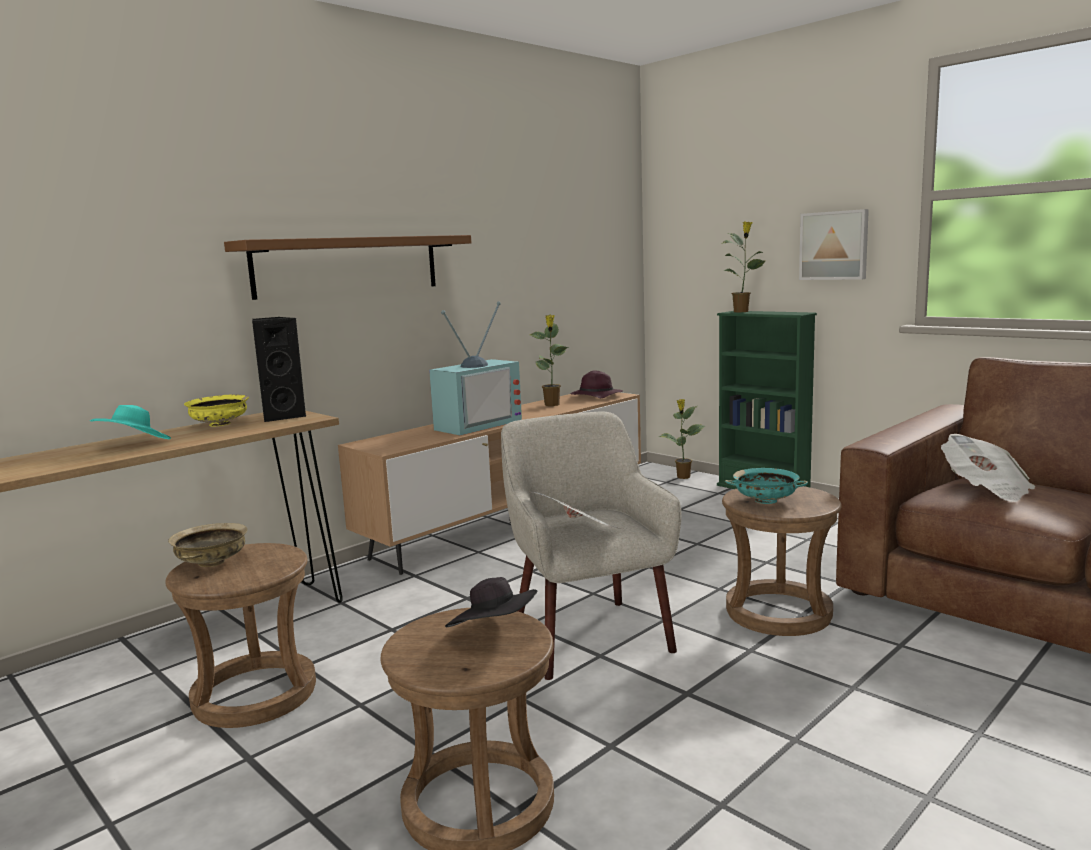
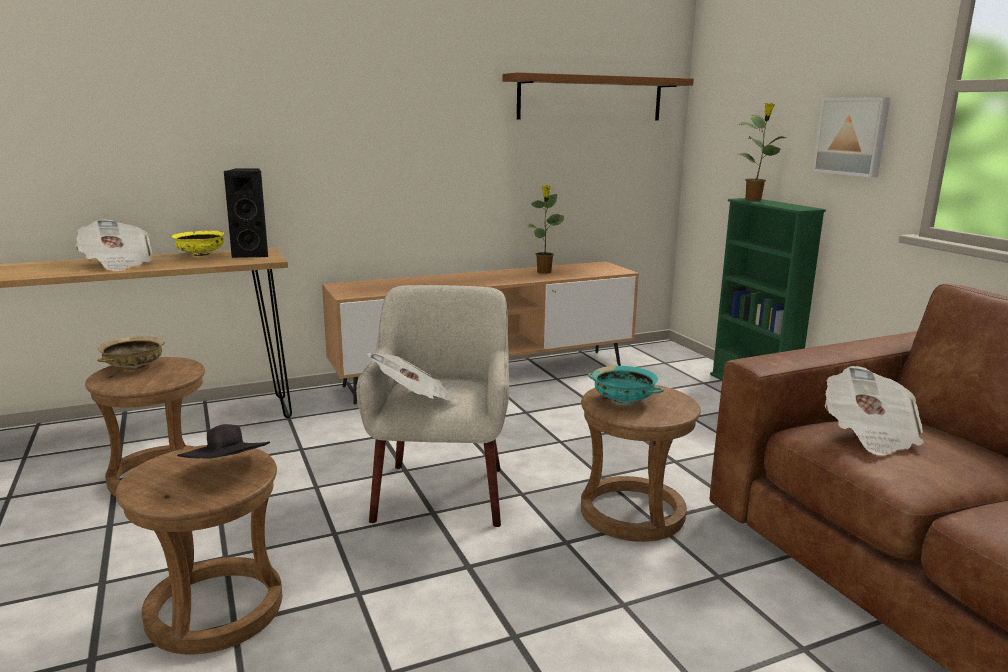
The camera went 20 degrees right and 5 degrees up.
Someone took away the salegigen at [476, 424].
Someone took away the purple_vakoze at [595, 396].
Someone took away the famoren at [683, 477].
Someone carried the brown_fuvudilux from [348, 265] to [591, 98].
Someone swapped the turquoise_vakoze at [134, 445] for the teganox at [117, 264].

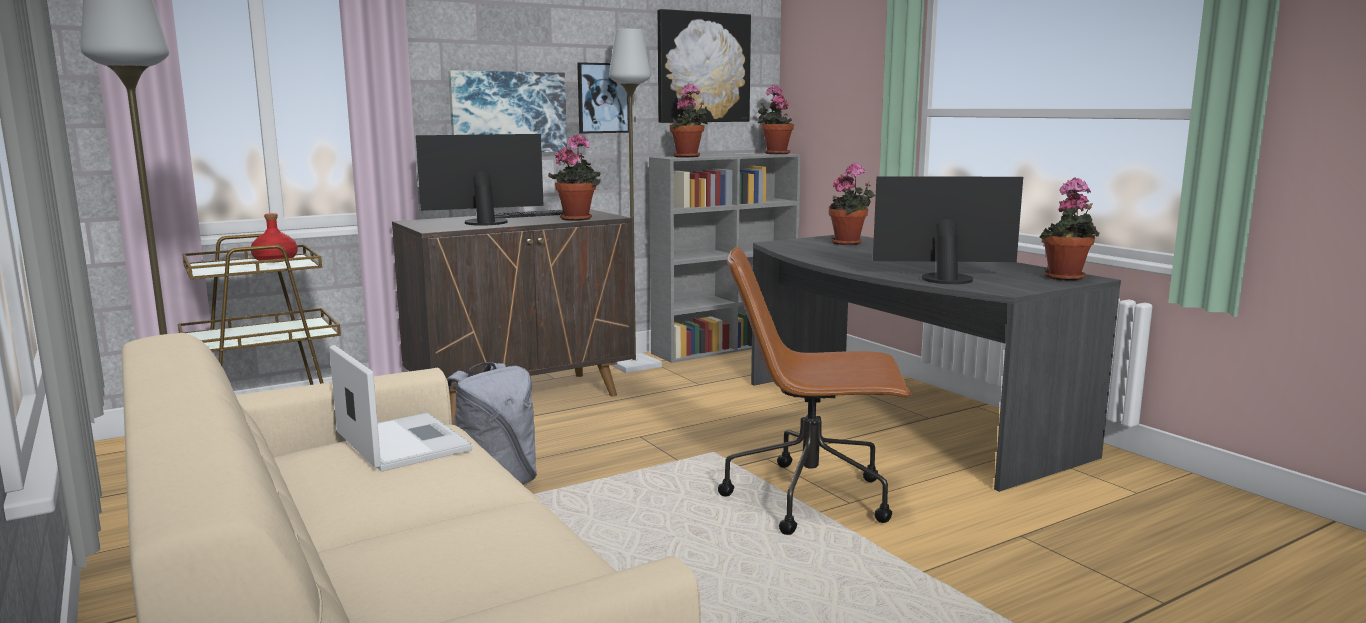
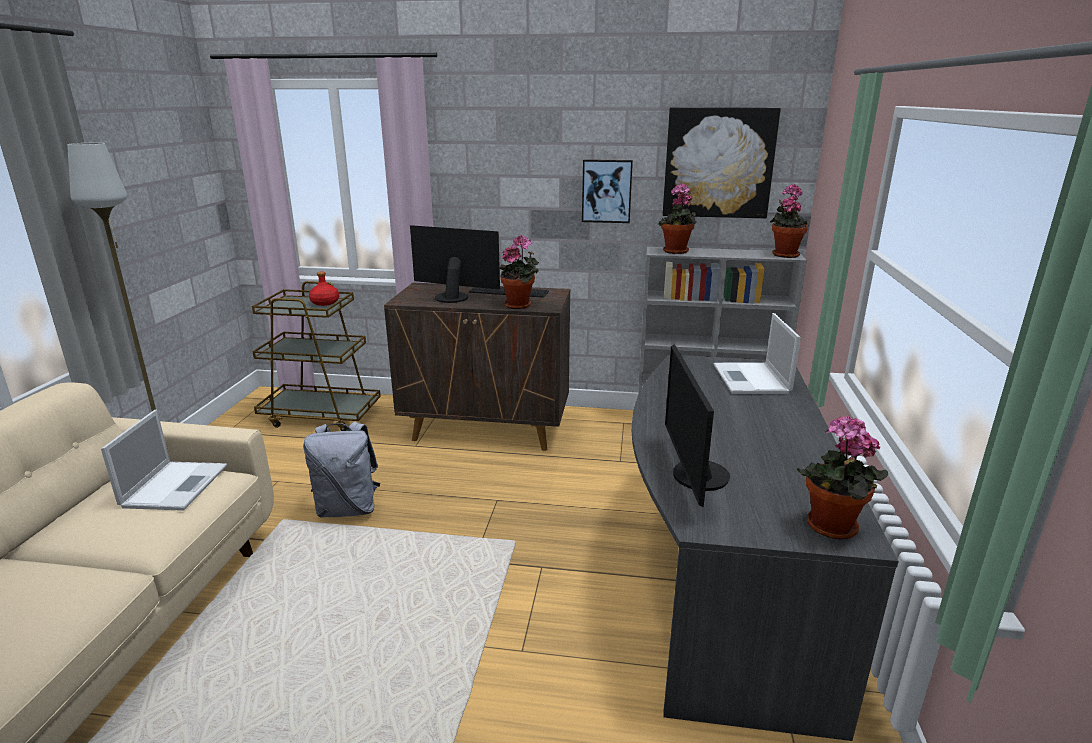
The camera went 40 degrees right and 10 degrees up.
Someone took away the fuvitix at [508, 112].
Someone took away the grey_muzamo at [634, 365].
Someone took away the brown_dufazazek at [812, 497].
Someone swapped the famoren at [849, 243] for the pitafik at [751, 379].
Someone rotated the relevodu at [945, 278] by 135 degrees counterclockwise.

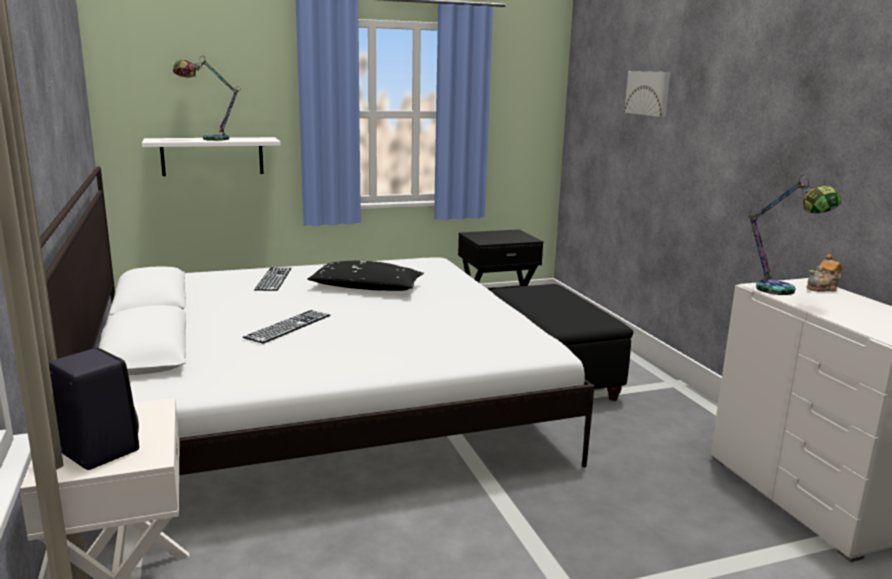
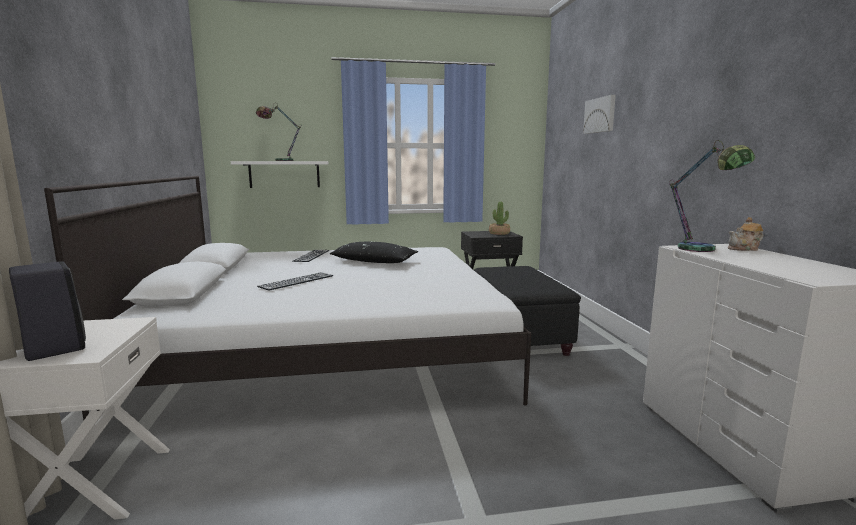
The camera went 10 degrees right and 5 degrees down.
Someone put down the famoren at [499, 233].

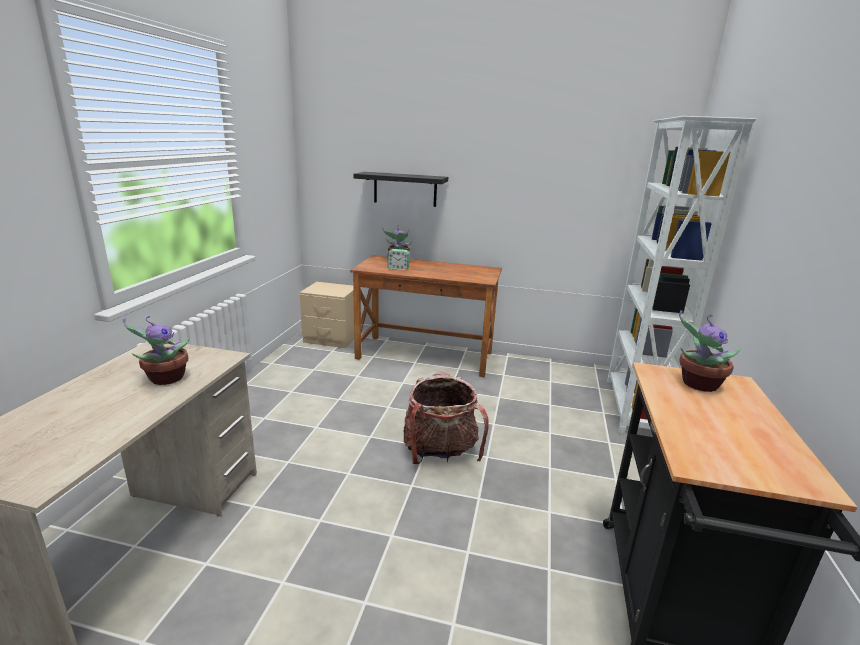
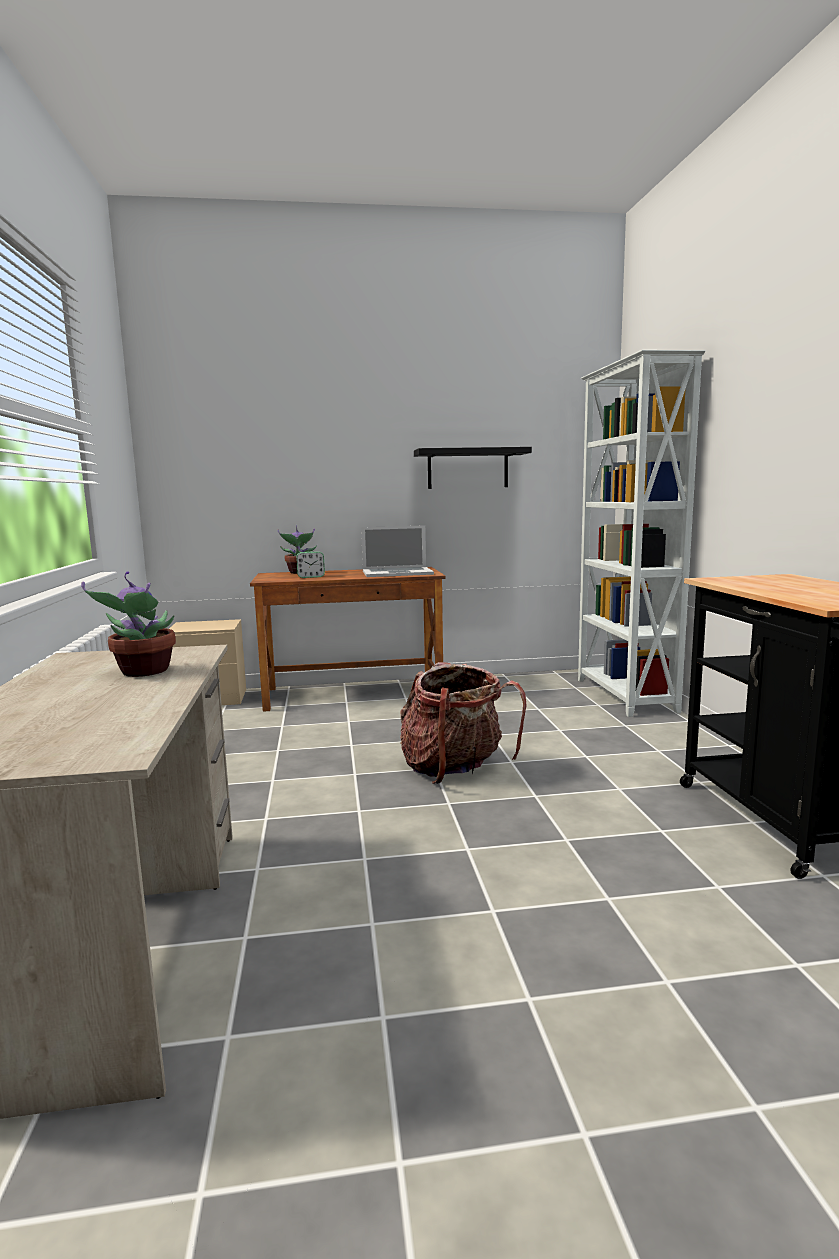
The camera went 20 degrees left and 10 degrees down.
Someone took away the famoren at [697, 384].
Someone put down the pitafik at [397, 573].
Someone carried the black_fuvudilux from [405, 189] to [467, 469].

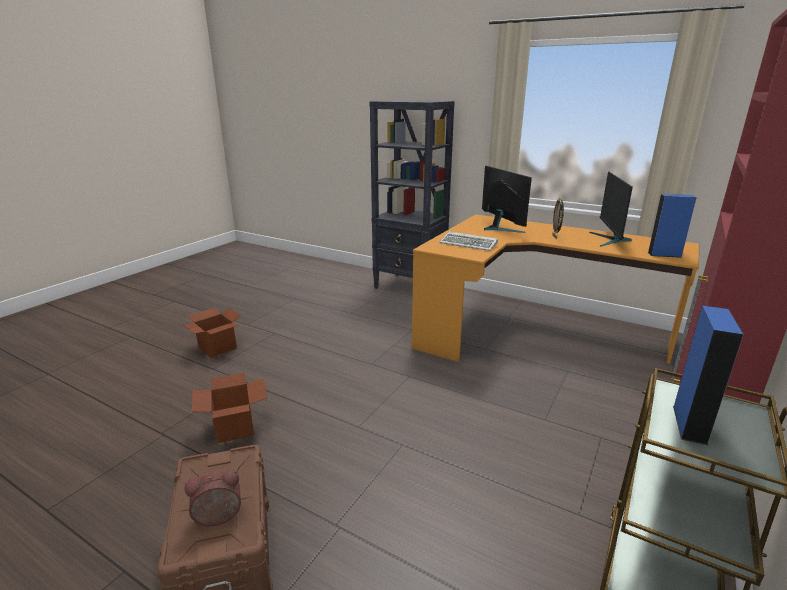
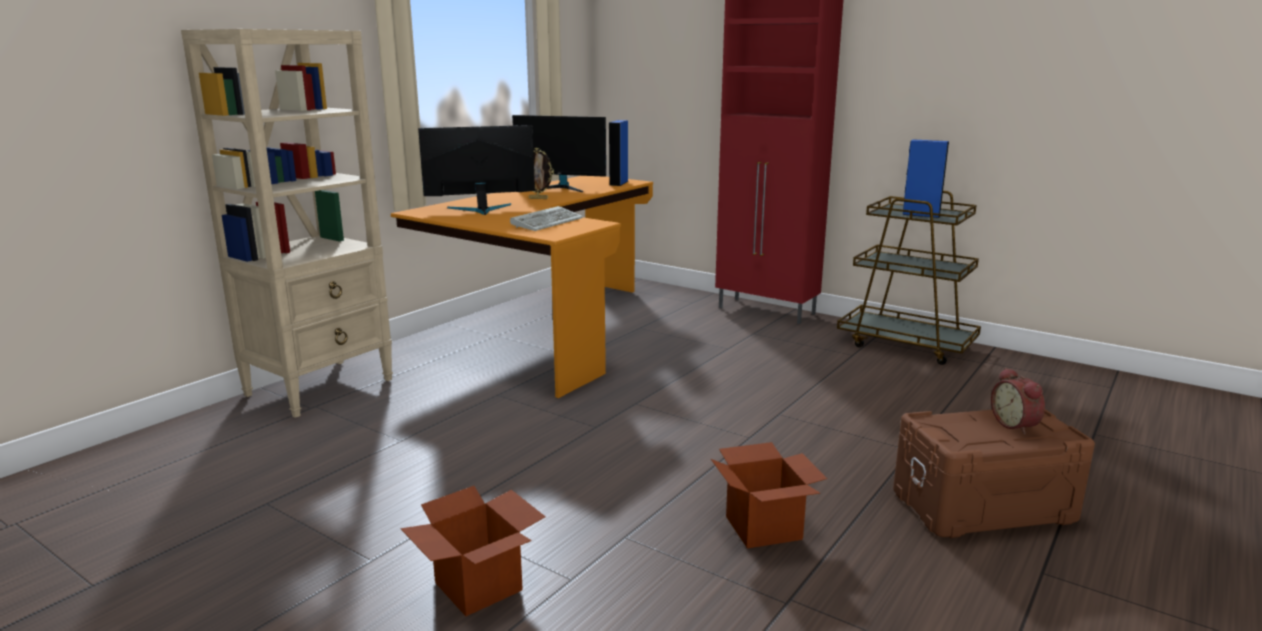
The camera went 85 degrees left and 5 degrees down.
Someone repainted the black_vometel at [410, 286], which became the beige_vometel at [321, 387].

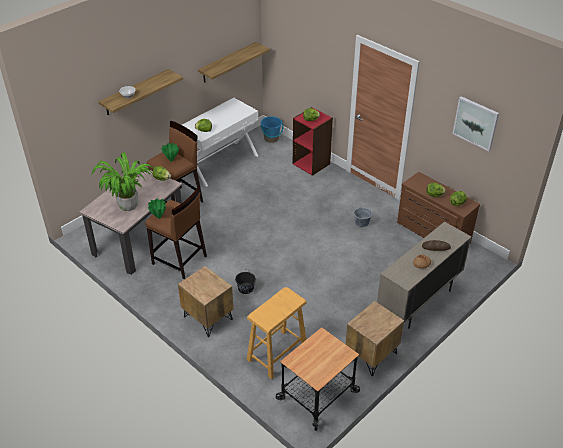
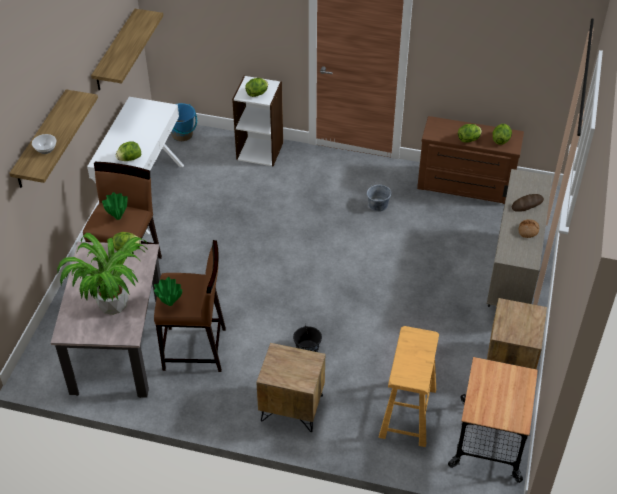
The camera went 30 degrees left and 5 degrees up.
Someone took away the fuvitix at [476, 123].
Someone repainted the red_vometel at [311, 163], which became the white_vometel at [260, 151].

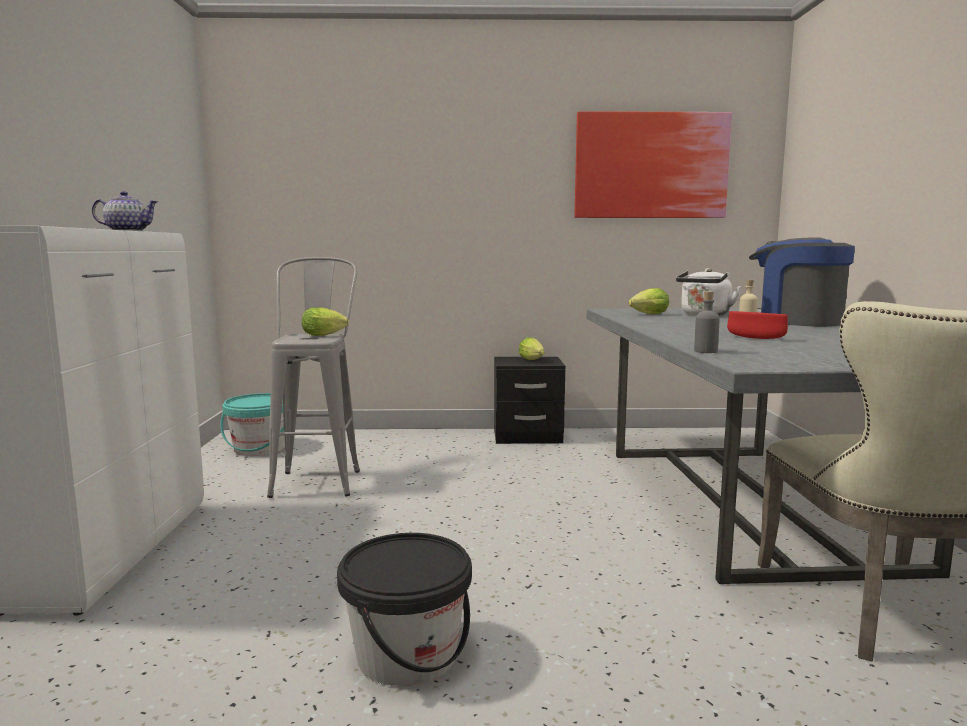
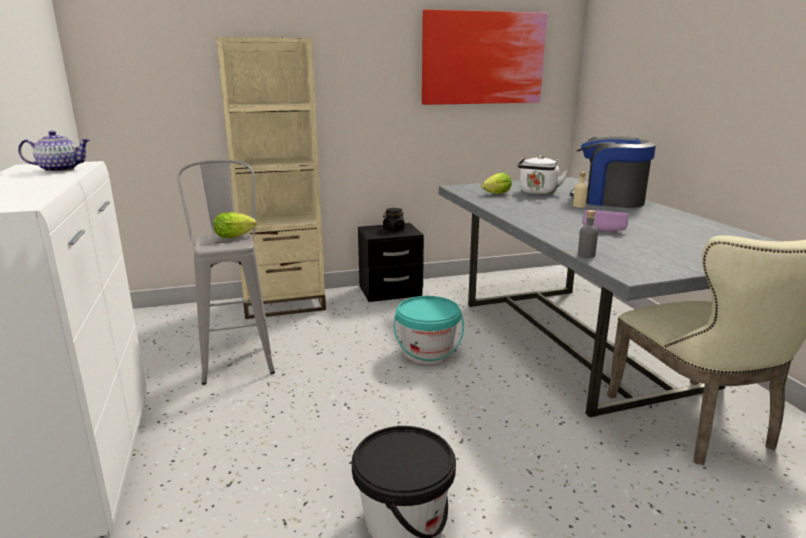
The camera went 15 degrees left and 10 degrees up.
Someone put down the beige_vometel at [284, 304].
Someone carried the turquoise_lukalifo from [260, 448] to [427, 353].
Someone swapped the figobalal at [533, 360] for the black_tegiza at [393, 229].
Someone repainted the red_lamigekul at [755, 338], which became the purple_lamigekul at [603, 230].

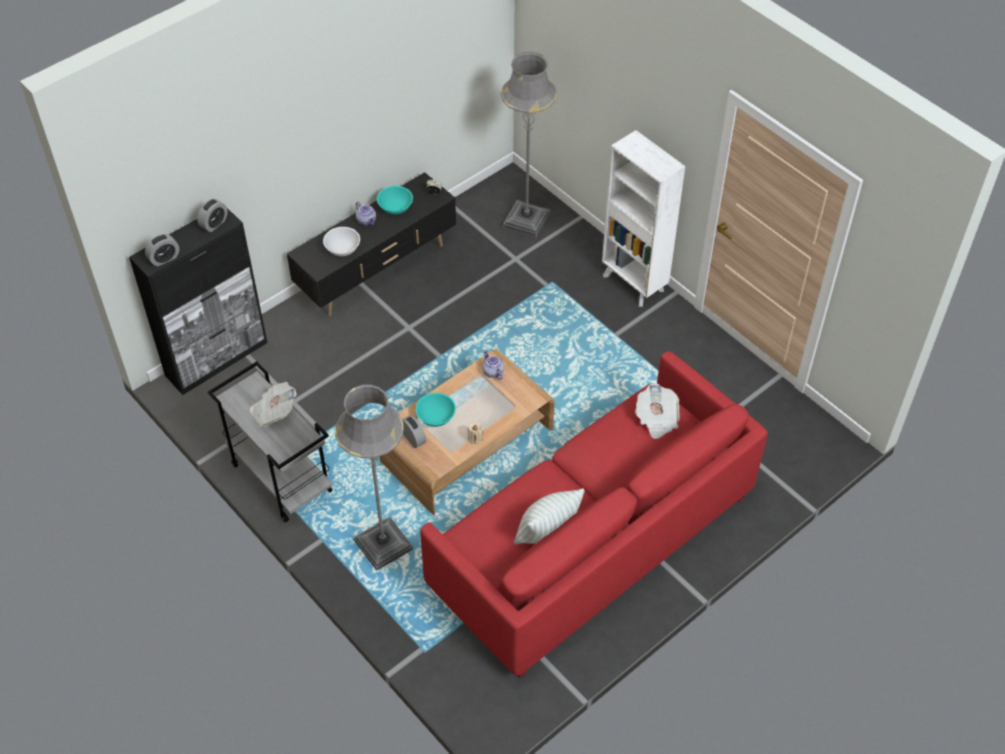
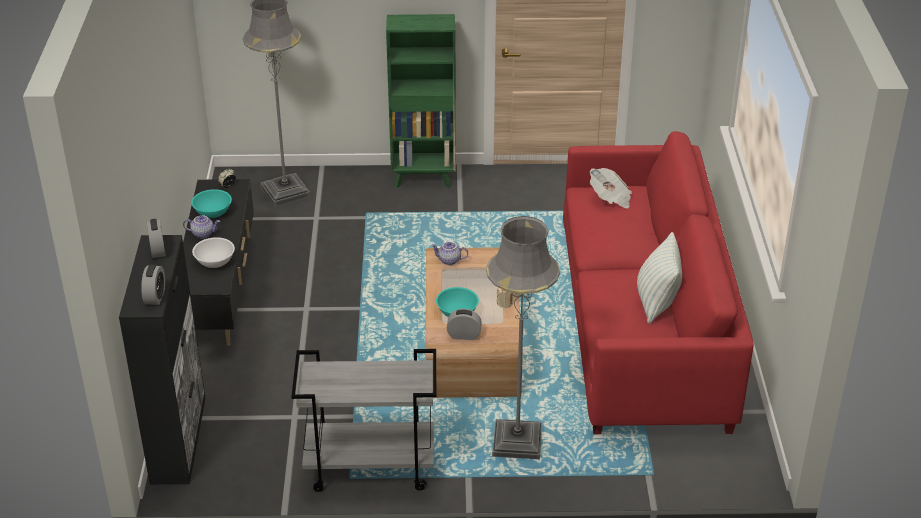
The camera went 50 degrees left and 15 degrees down.
Someone took away the teganox at [274, 412].
Someone repainted the white_vometel at [634, 284], which became the green_vometel at [424, 178].

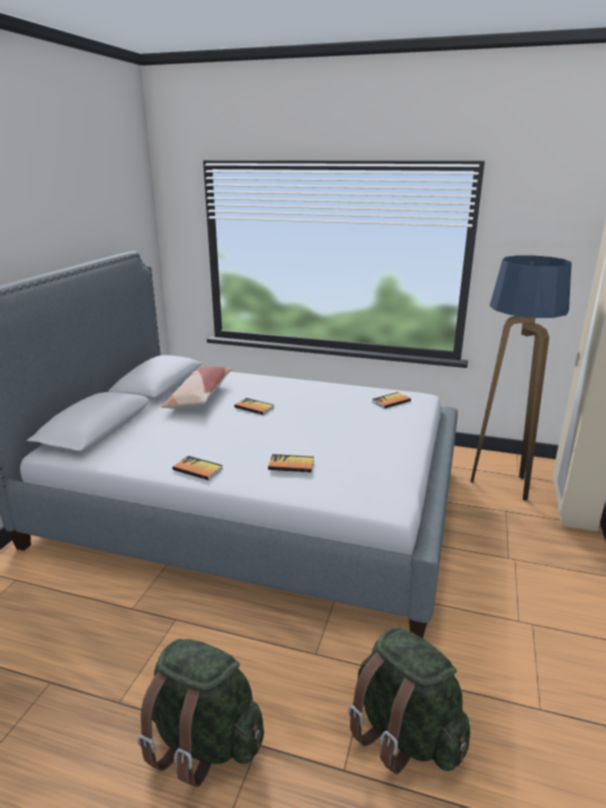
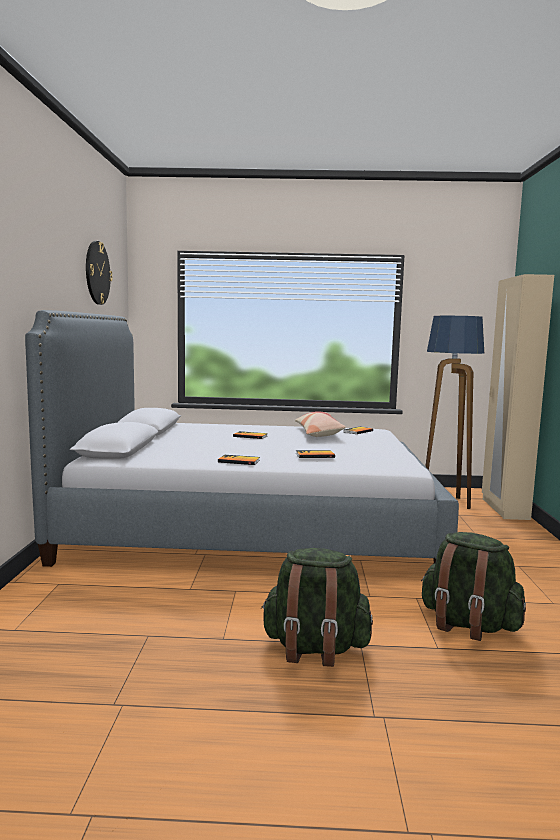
The camera went 15 degrees left and 15 degrees down.
Someone put up the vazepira at [97, 273].
Someone carried the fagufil from [199, 397] to [318, 433].

